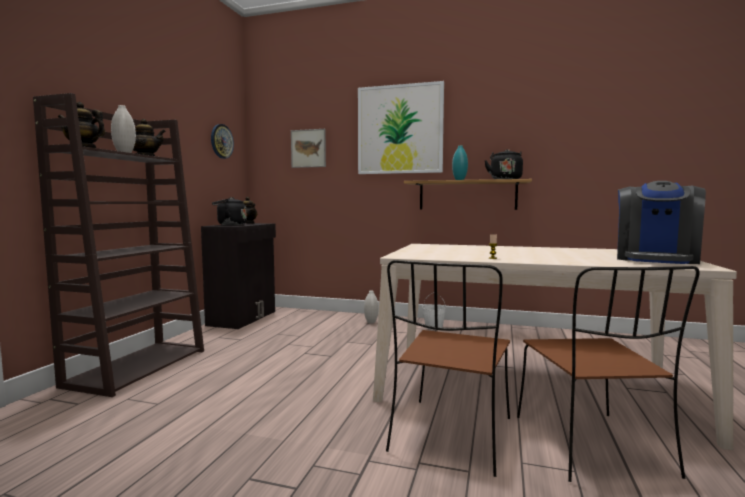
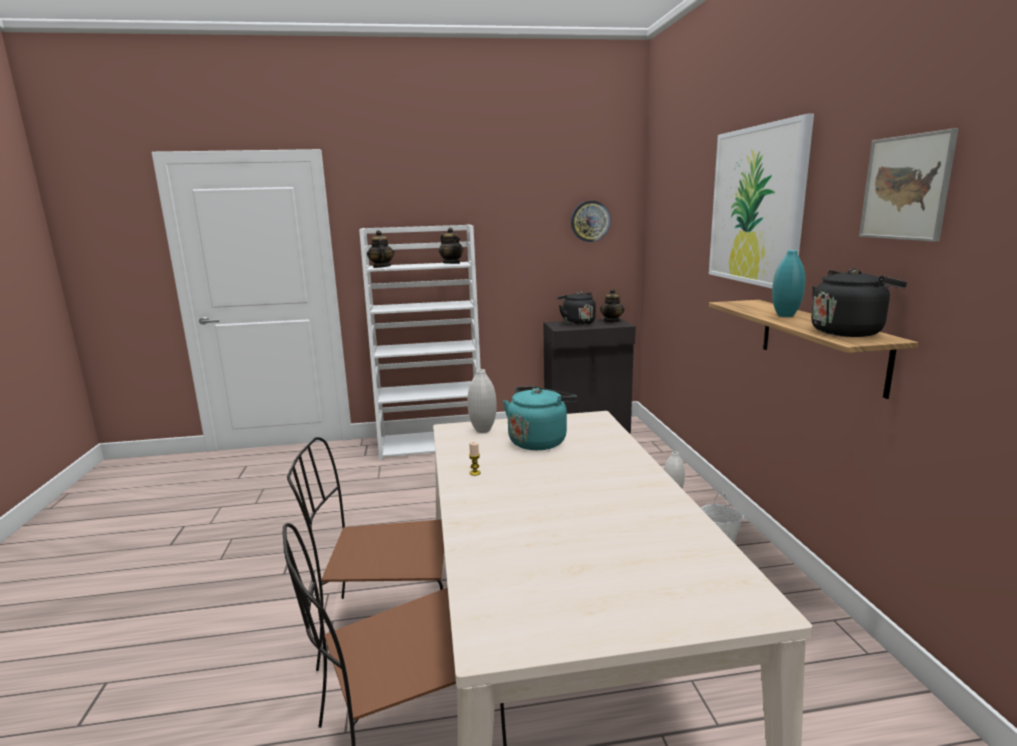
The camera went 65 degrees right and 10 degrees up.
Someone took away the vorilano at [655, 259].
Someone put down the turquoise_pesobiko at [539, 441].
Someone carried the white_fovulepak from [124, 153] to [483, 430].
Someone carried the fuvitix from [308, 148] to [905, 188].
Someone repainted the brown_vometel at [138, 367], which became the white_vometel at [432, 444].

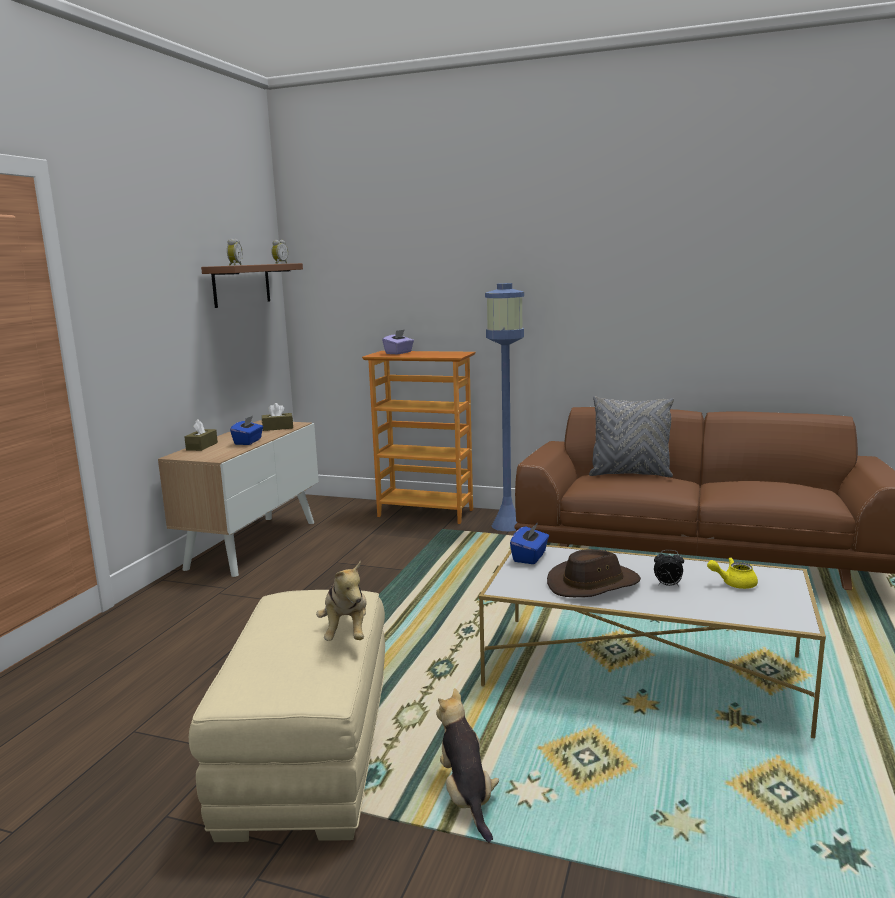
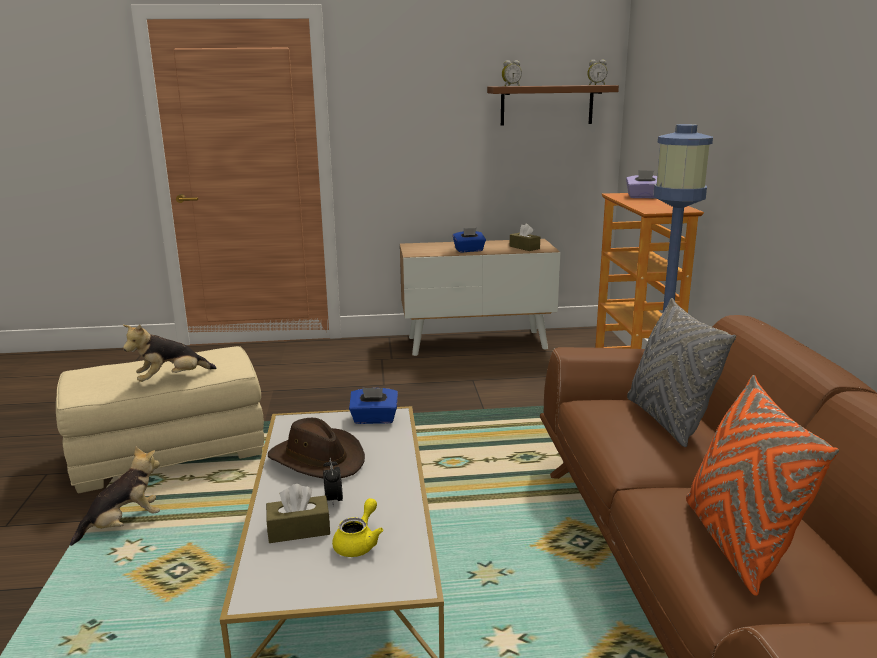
The camera went 65 degrees right and 5 degrees up.
Someone put down the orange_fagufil at [737, 544].
Someone carried the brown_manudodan from [202, 446] to [299, 530].
Someone rotated the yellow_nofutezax at [733, 583] by 45 degrees clockwise.

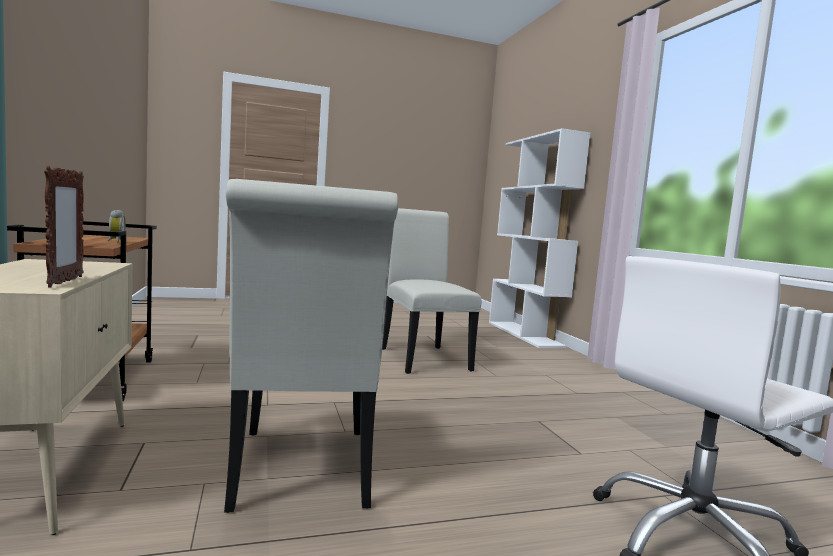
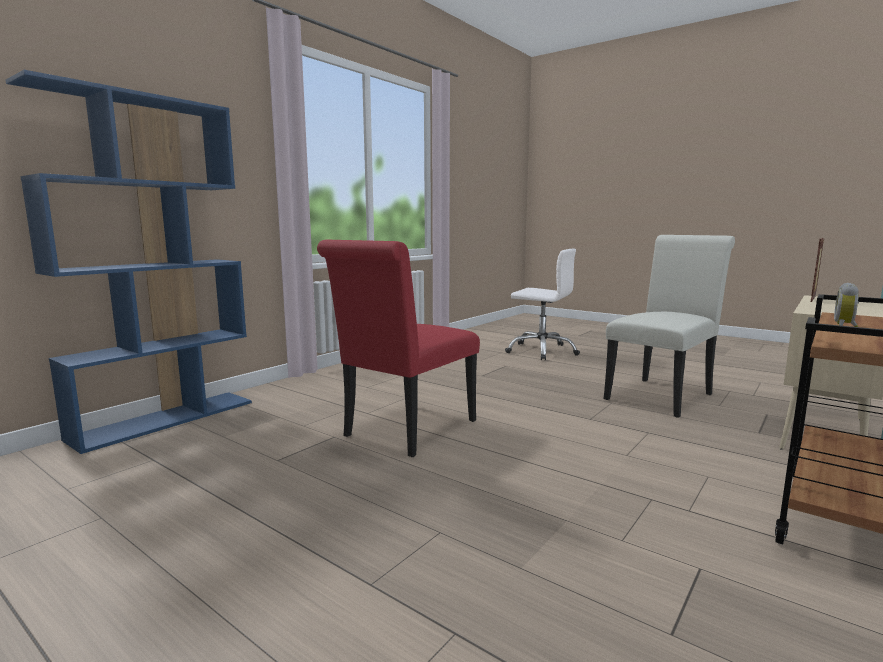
The camera went 125 degrees left and 5 degrees up.
Someone repainted the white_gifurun at [421, 357], which became the red_gifurun at [405, 431].
Someone repainted the white_vometel at [525, 334], which became the blue_vometel at [166, 419].

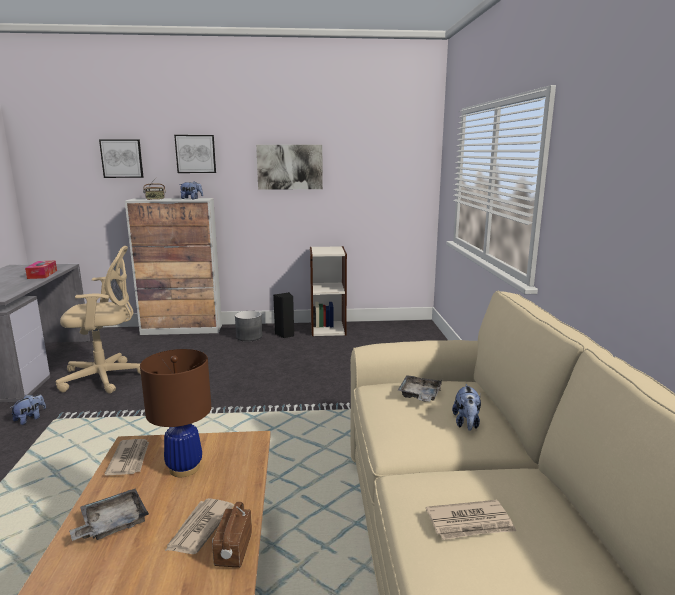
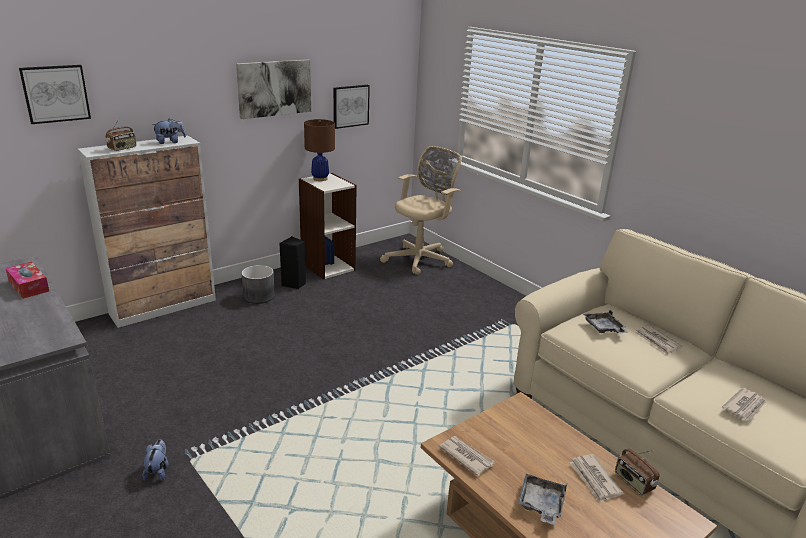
The camera went 35 degrees left and 10 degrees up.
Someone carried the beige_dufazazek from [106, 377] to [420, 259].
Someone carried the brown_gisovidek from [184, 468] to [320, 179].
Someone carried the fuvitix from [195, 154] to [350, 106].
Someone swapped the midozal at [466, 423] for the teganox at [657, 341].

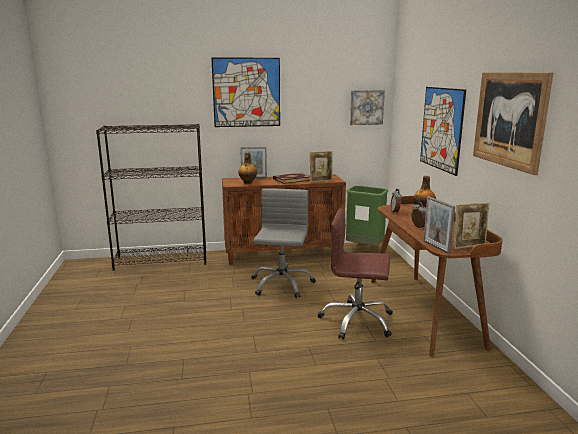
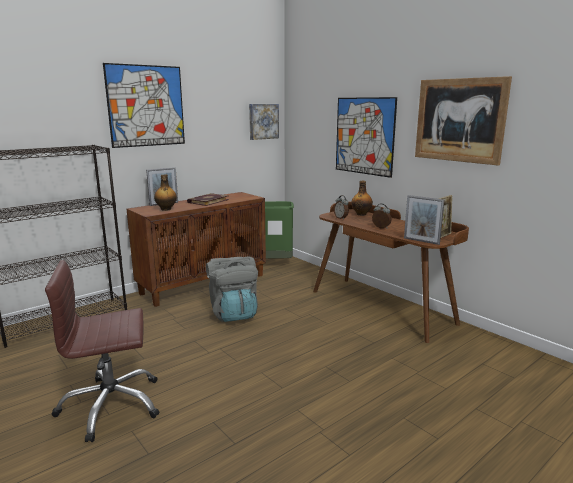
The camera went 30 degrees left and 0 degrees up.
Someone took away the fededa at [321, 181].
Someone carried the brown_dufazazek from [357, 321] to [111, 406].
Someone swapped the grey_dufazazek at [281, 284] for the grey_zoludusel at [234, 313].

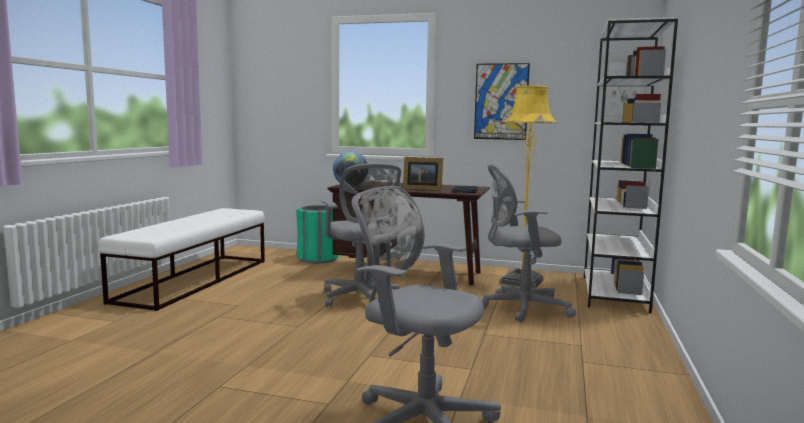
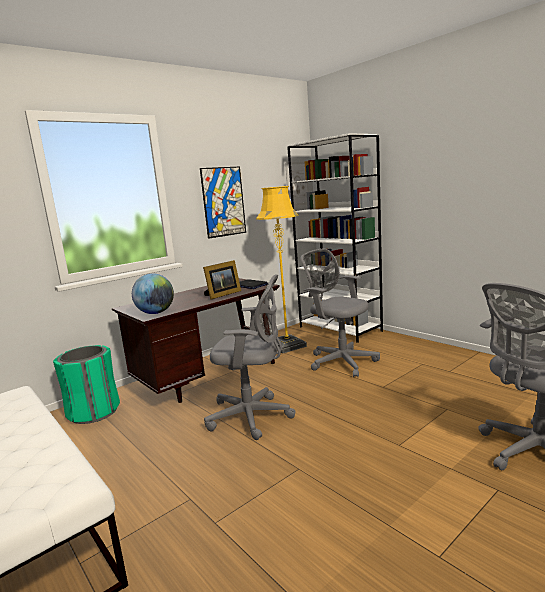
The camera went 55 degrees left and 5 degrees up.
Someone rotated the grey_dufazazek at [520, 308] by 105 degrees clockwise.

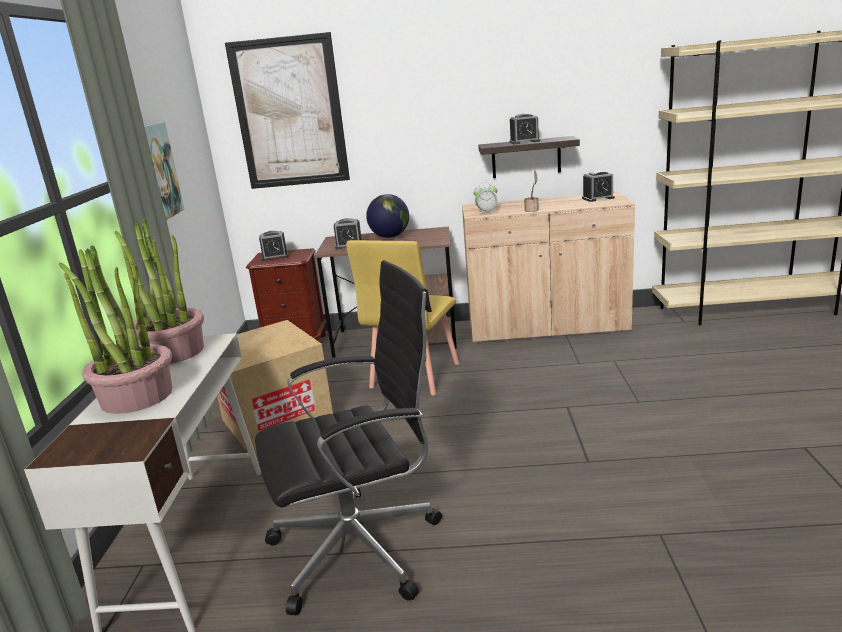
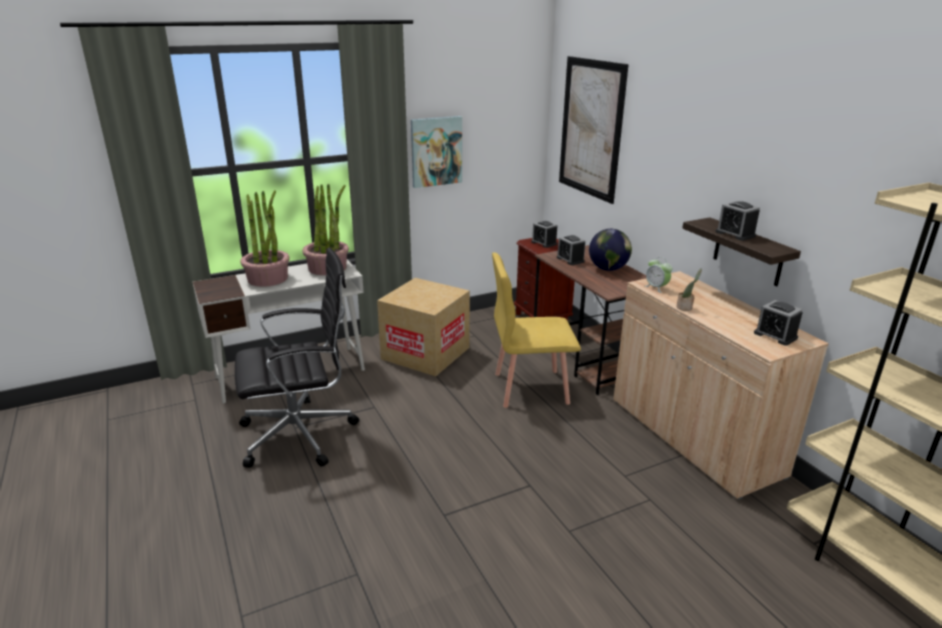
The camera went 60 degrees right and 5 degrees up.
Someone rotated the black_dufazazek at [362, 548] by 60 degrees counterclockwise.

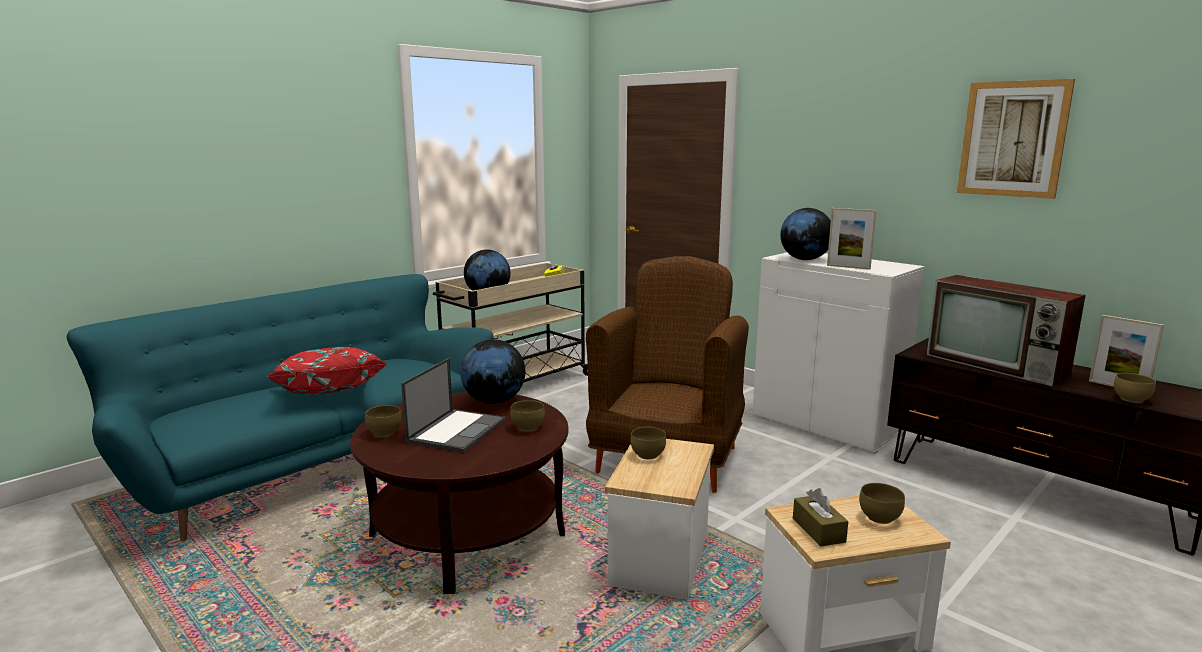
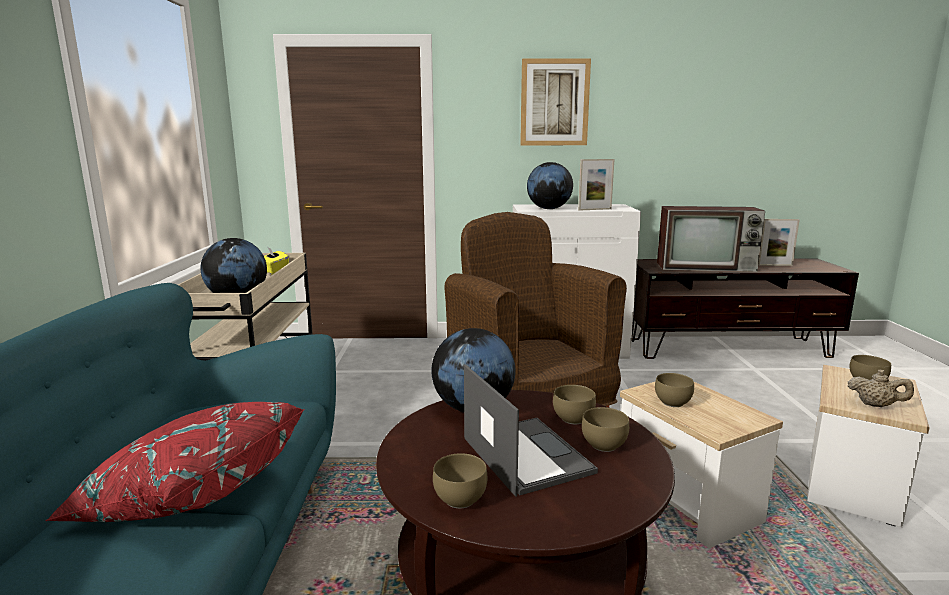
The camera went 45 degrees left and 0 degrees up.
Someone carried the fuvitix from [1012, 139] to [554, 102].
Someone carried the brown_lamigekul from [1130, 399] to [604, 446].
Someone swapped the brown_manudodan at [818, 530] for the beige_nofutezax at [876, 405].

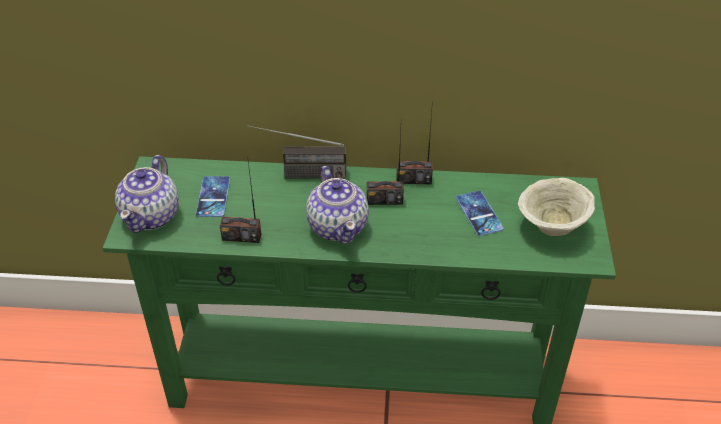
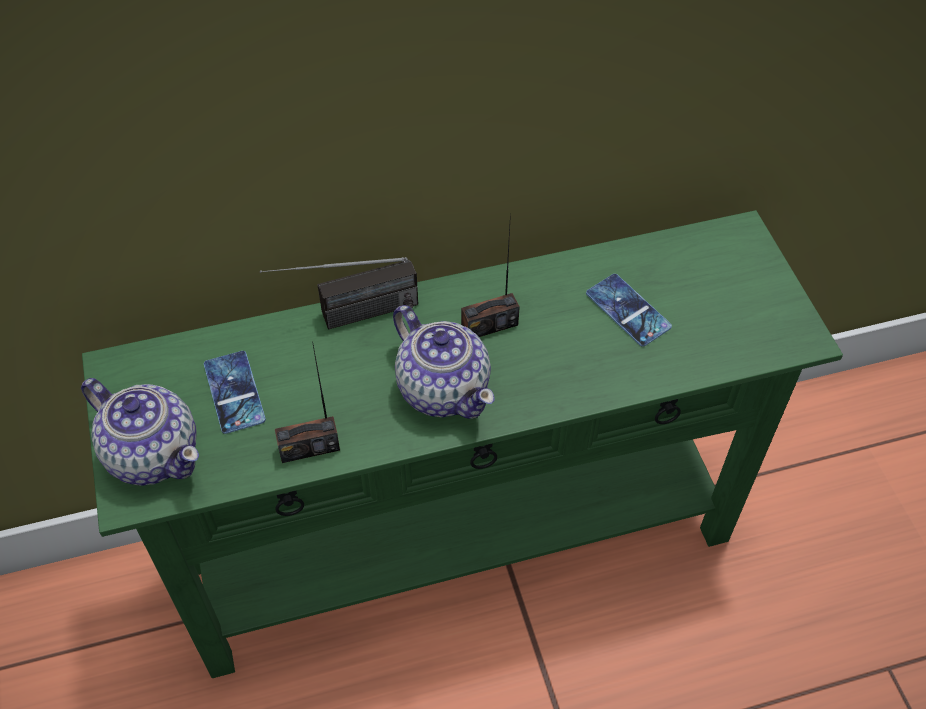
The camera went 20 degrees left and 10 degrees up.
Someone took away the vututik at [414, 179].
Someone took away the beige_lamigekul at [552, 227].
Someone rotated the nofutezax at [152, 215] by 45 degrees counterclockwise.

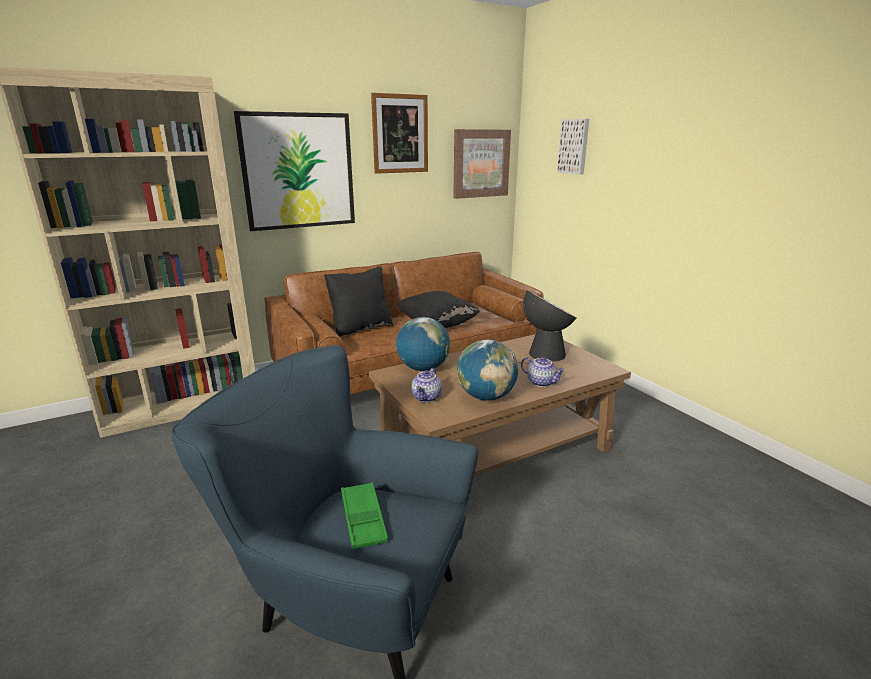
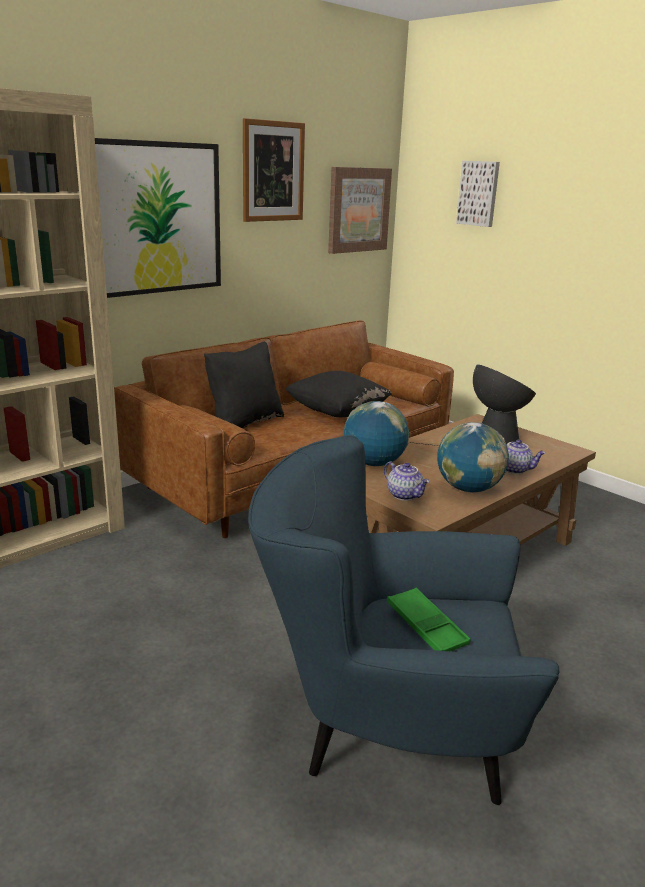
The camera went 15 degrees left and 0 degrees up.
Someone rotated the nofutezax at [427, 398] by 45 degrees counterclockwise.

